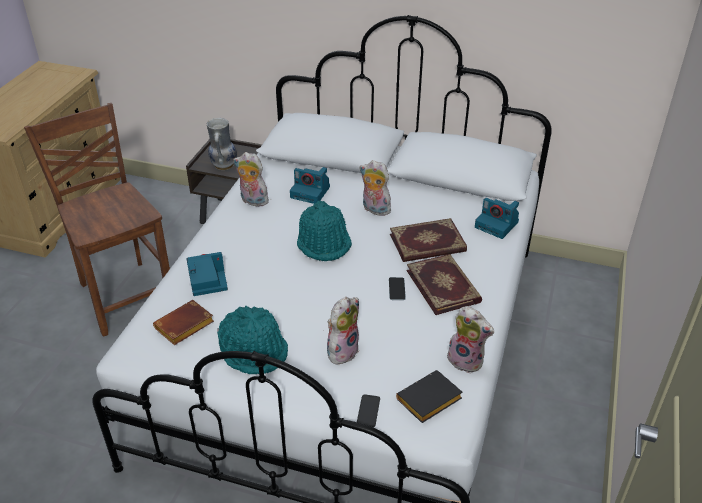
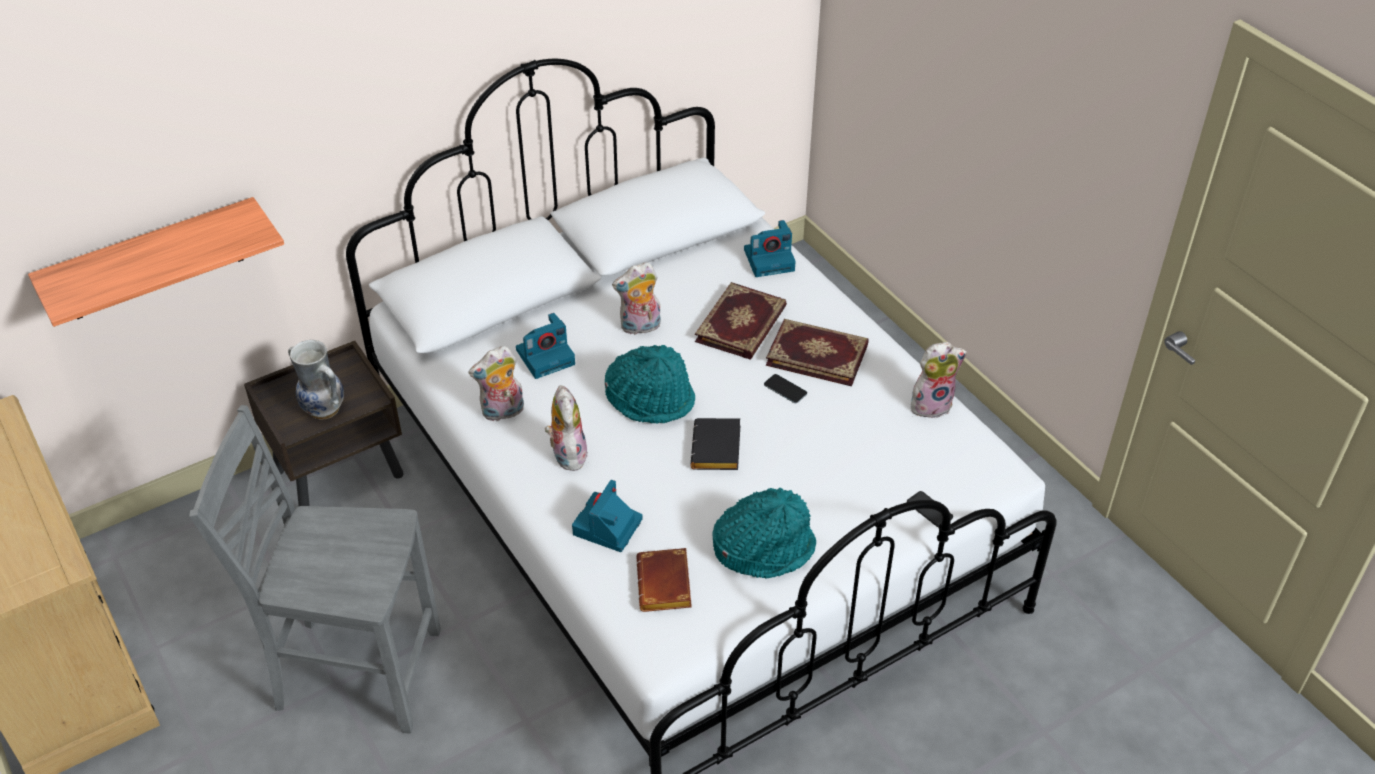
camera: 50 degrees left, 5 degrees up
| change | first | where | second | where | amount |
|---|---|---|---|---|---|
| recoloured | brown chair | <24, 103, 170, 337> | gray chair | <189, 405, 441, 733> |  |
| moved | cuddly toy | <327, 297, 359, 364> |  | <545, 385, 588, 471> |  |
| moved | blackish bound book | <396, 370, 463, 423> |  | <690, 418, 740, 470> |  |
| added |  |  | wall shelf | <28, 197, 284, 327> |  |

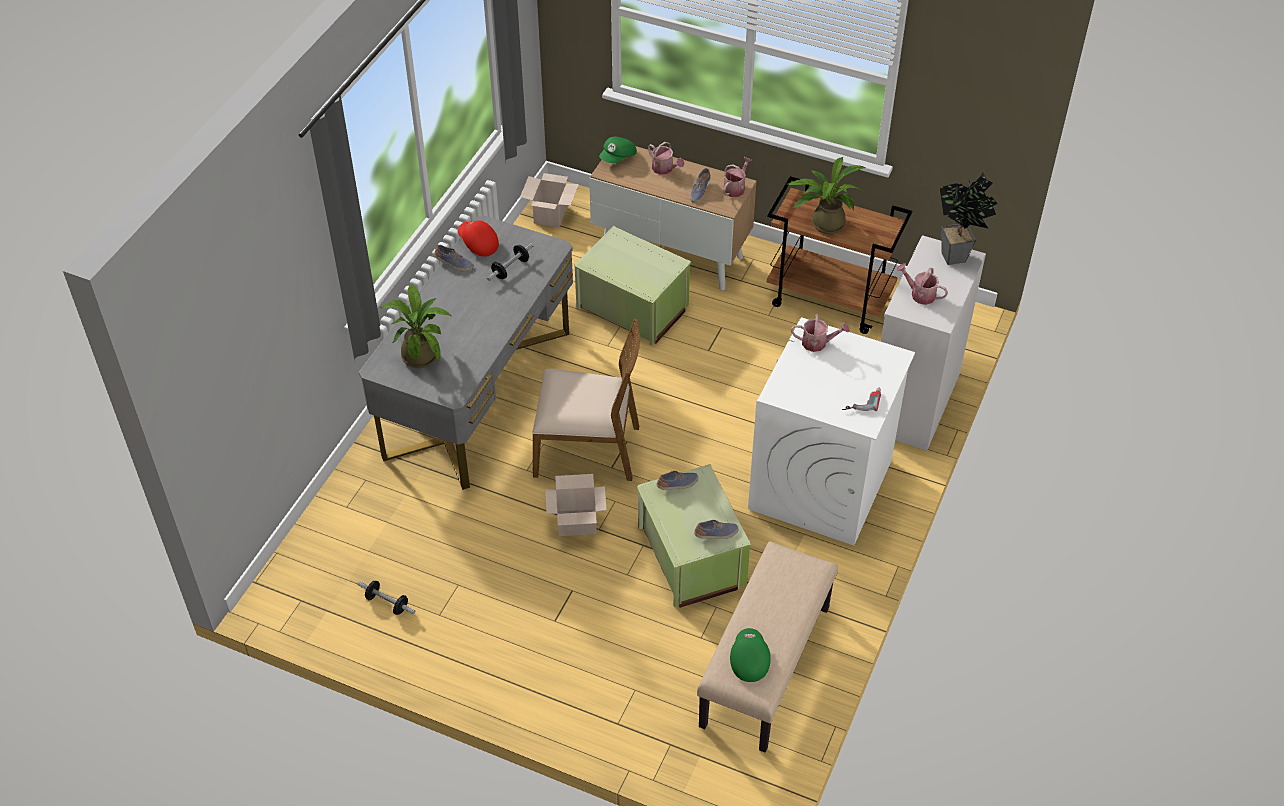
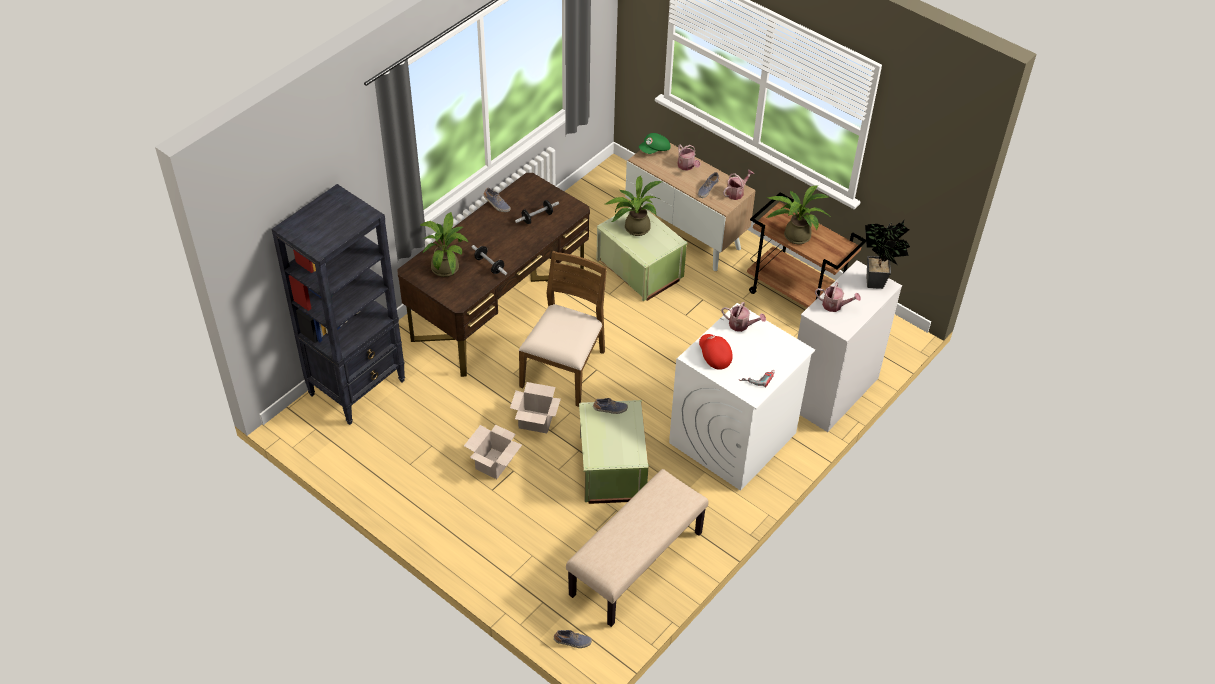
camera: 15 degrees right, 0 degrees up
| change | first | where | second | where | amount |
|---|---|---|---|---|---|
| moved | packing box | <520, 173, 579, 227> |  | <464, 425, 522, 479> |  |
| recoloured | gray desk table | <359, 215, 573, 490> | brown desk table | <397, 173, 590, 377> |  |
| moved | reddish peaked cap | <458, 220, 499, 257> |  | <699, 334, 733, 370> |  |
| turned | watering can | <896, 264, 948, 305> |  | <815, 282, 861, 312> | 150 degrees clockwise |
| turned | brown chair | <532, 318, 640, 481> |  | <519, 251, 607, 407> | 90 degrees counterclockwise |
| moved | item of footwear | <694, 520, 738, 539> |  | <554, 630, 592, 648> |  |
| moved | dumbbell | <357, 581, 416, 615> |  | <472, 245, 507, 275> |  |
| removed | greenish peaked cap | <730, 628, 771, 682> |  |  |  |
| added |  |  | plant in a pot | <605, 176, 662, 236> |  |
| added |  |  | blackish bookcase | <271, 184, 405, 425> |  |

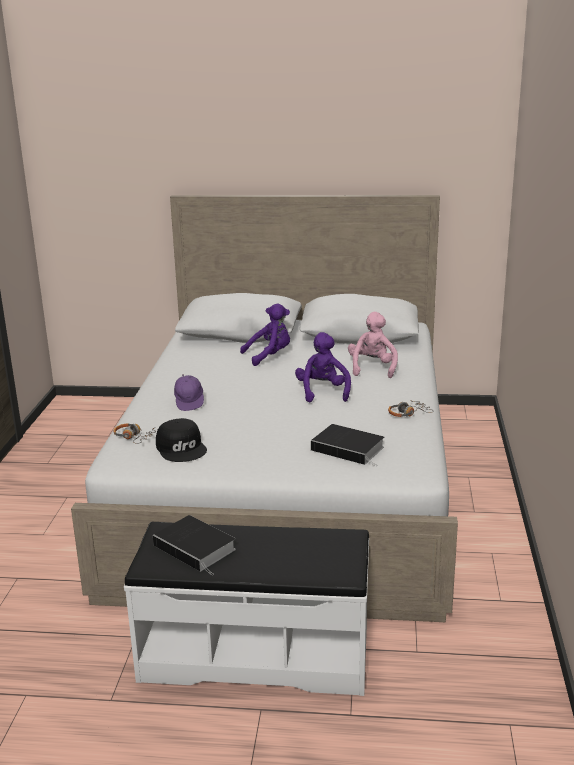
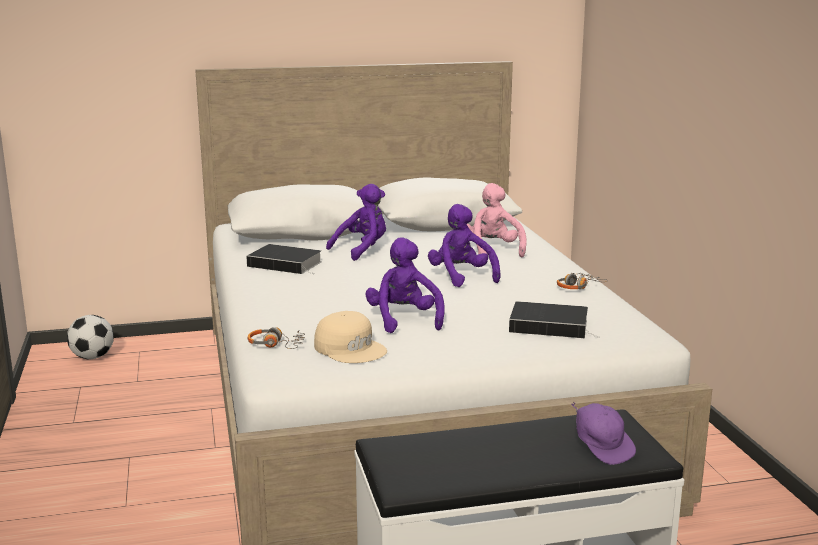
camera: 20 degrees left, 5 degrees down
| change | first | where | second | where | amount |
|---|---|---|---|---|---|
| moved | purplish peaked cap | <174, 374, 204, 411> |  | <571, 401, 636, 465> |  |
| recoloured | blackish peaked cap | <156, 418, 207, 462> | beige peaked cap | <314, 311, 387, 363> |  |
| moved | bound book | <153, 515, 236, 575> |  | <246, 244, 322, 274> |  |
| added |  |  | purplish cuddly toy | <365, 237, 444, 333> |  |
| added |  |  | football | <67, 315, 114, 359> |  |

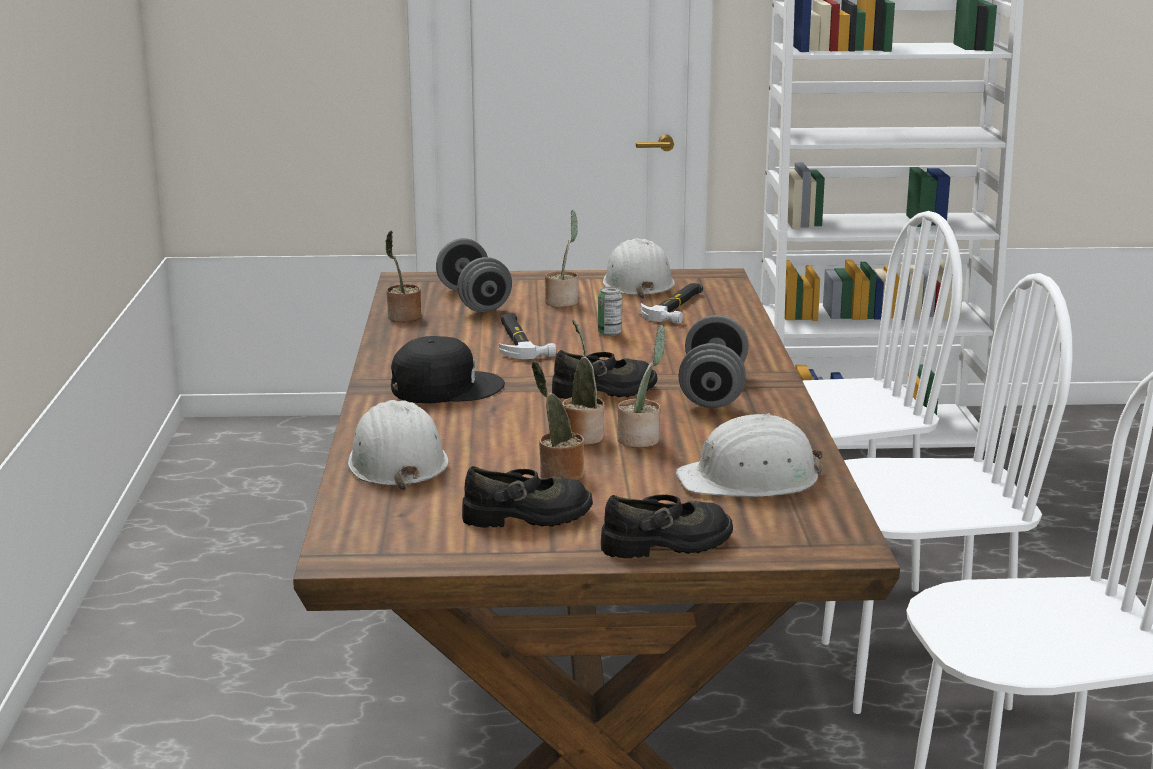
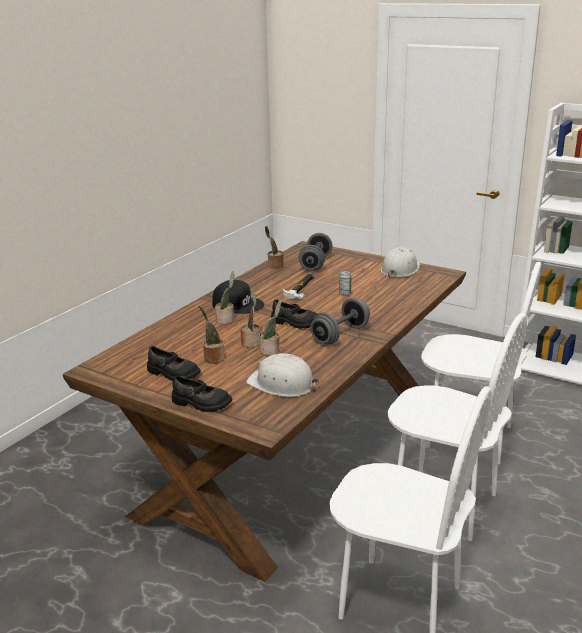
camera: 35 degrees right, 5 degrees up
| change | first | where | second | where | amount |
|---|---|---|---|---|---|
| moved | plant in a pot | <545, 210, 578, 307> |  | <215, 271, 235, 324> |  |
| removed | hand hammer | <641, 283, 703, 324> |  |  |  |
| removed | white-coloured safety helmet | <348, 400, 449, 490> |  |  |  |

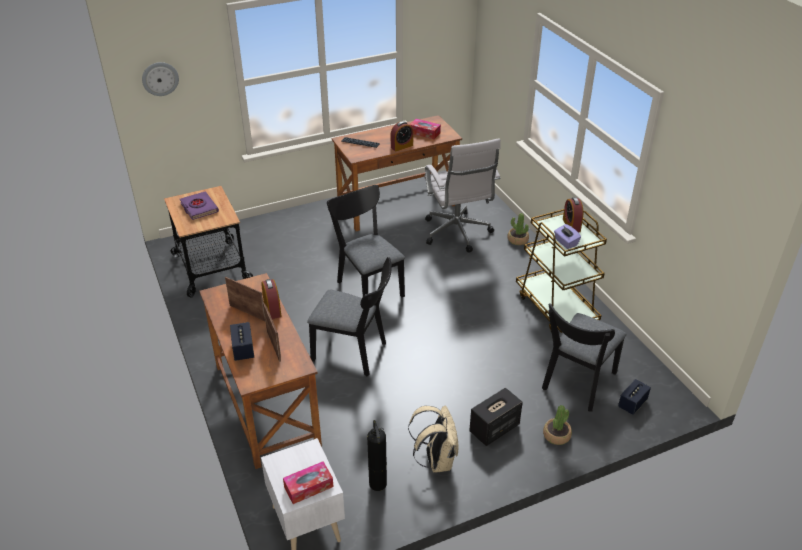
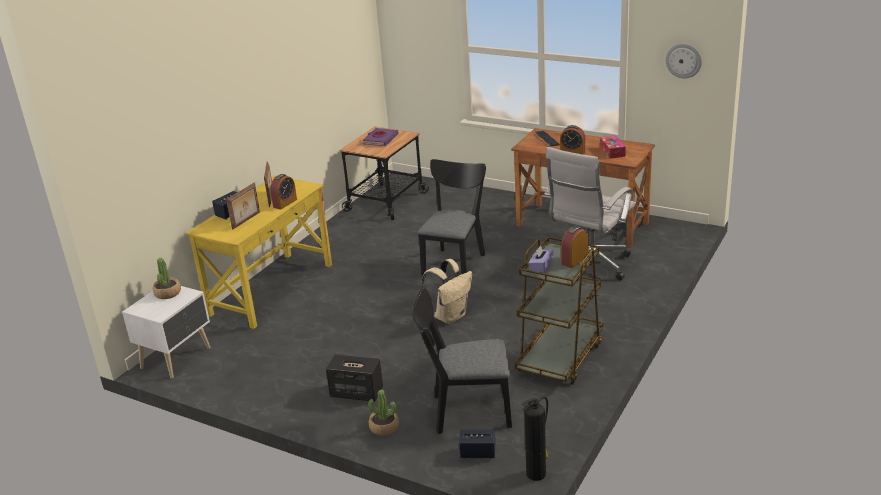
camera: 55 degrees right, 10 degrees down
| change | first | where | second | where | amount |
|---|---|---|---|---|---|
| moved | wall clock | <142, 62, 179, 96> |  | <666, 43, 702, 79> |  |
| moved | plant in a pot | <508, 213, 529, 245> |  | <153, 258, 181, 299> |  |
| removed | blackish chair | <307, 257, 392, 376> |  |  |  |
| recoloured | brown desk table | <199, 273, 322, 469> | yellowish desk table | <186, 176, 332, 329> |  |
| moved | beige backpack | <408, 406, 459, 472> |  | <421, 259, 472, 324> |  |
| moved | fire extinguisher | <367, 420, 387, 491> |  | <522, 396, 548, 481> |  |
| removed | tissue holder | <283, 461, 334, 504> |  |  |  |

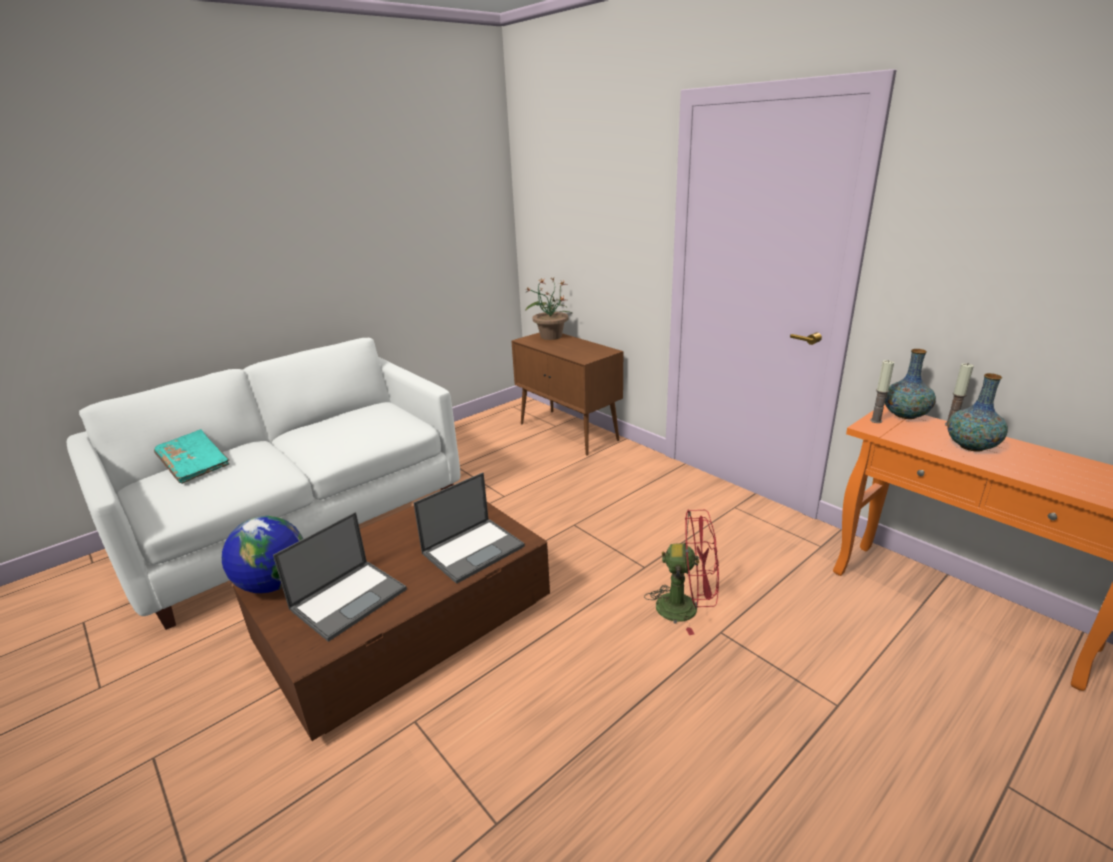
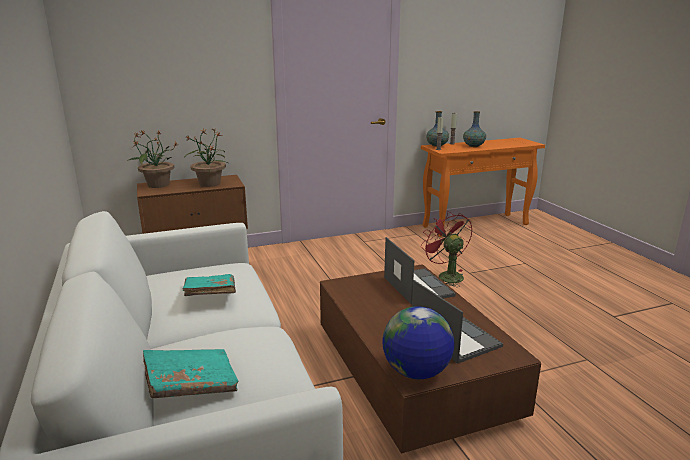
camera: 70 degrees left, 5 degrees down
| change | first | where | second | where | amount |
|---|---|---|---|---|---|
| turned | reddish fan | <644, 510, 719, 635> |  | <421, 211, 473, 287> | 60 degrees counterclockwise |
| added |  |  | plant in a pot | <184, 128, 229, 187> |  |
| added |  |  | turquoise bound book | <183, 274, 236, 296> |  |

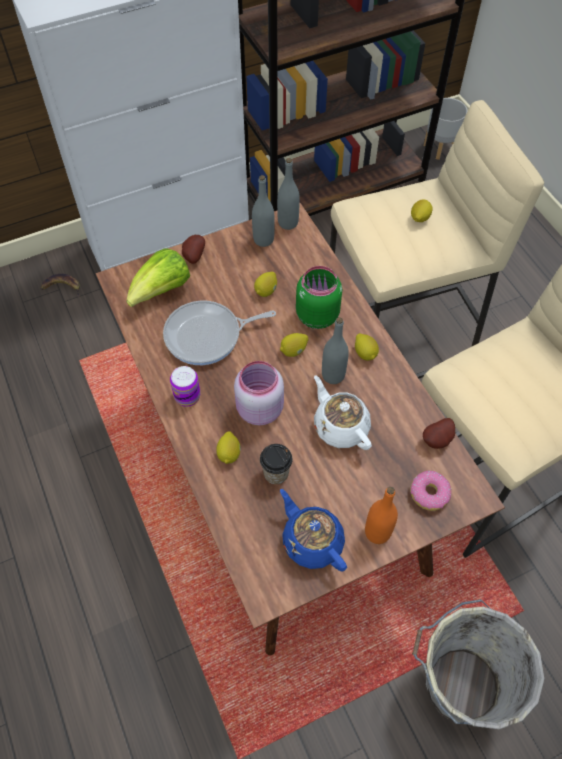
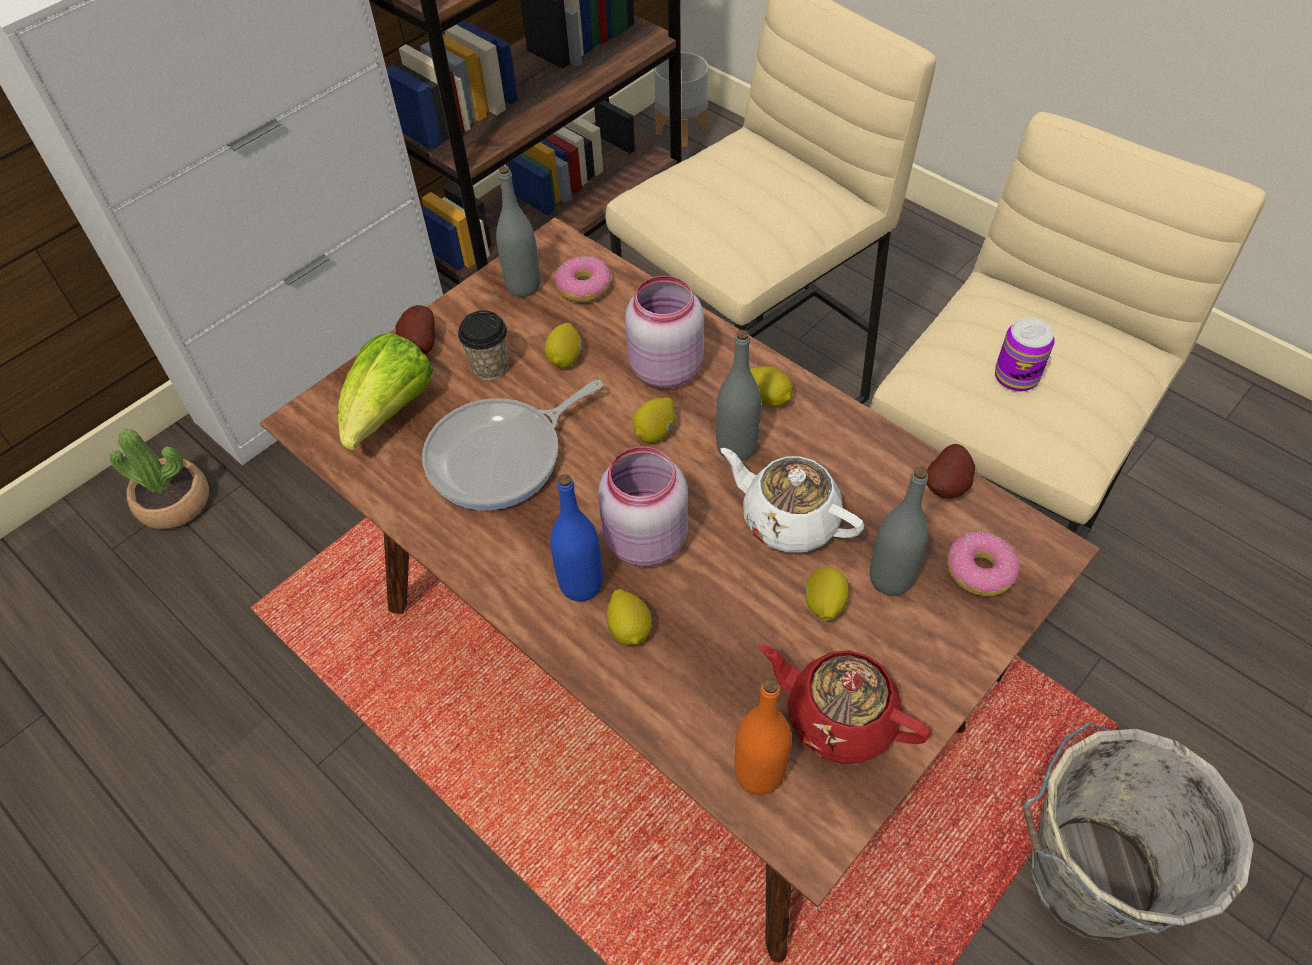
camera: 20 degrees left, 5 degrees down
| change | first | where | second | where | amount |
|---|---|---|---|---|---|
| moved | gray drink bottle | <277, 158, 300, 230> |  | <870, 467, 928, 596> |  |
| moved | citrus fruit | <411, 199, 433, 222> |  | <805, 567, 849, 621> |  |
| recoloured | greenish preserve jar | <296, 266, 342, 329> | pink-coloured preserve jar | <625, 276, 704, 388> |  |
| replaced | whole banana | <40, 274, 80, 298> | plant in a pot | <109, 429, 209, 529> |  |
| moved | sealed can | <170, 366, 200, 407> |  | <995, 318, 1055, 392> |  |
| moved | cup | <260, 444, 293, 484> |  | <458, 310, 508, 380> |  |
| moved | orange-coloured drink bottle | <365, 487, 398, 544> |  | <734, 678, 792, 795> |  |
| recoloured | bluish tea pot | <280, 489, 347, 572> | reddish tea pot | <759, 644, 931, 764> |  |
| added |  |  | donut | <555, 256, 611, 302> |  |
| added |  |  | bluish drink bottle | <550, 474, 603, 601> |  |

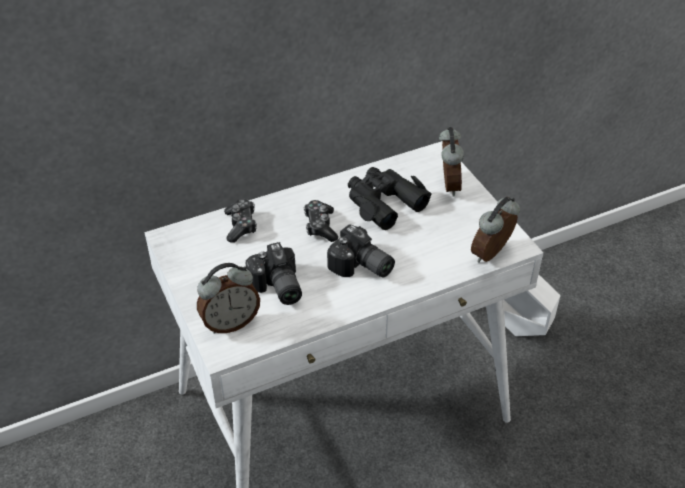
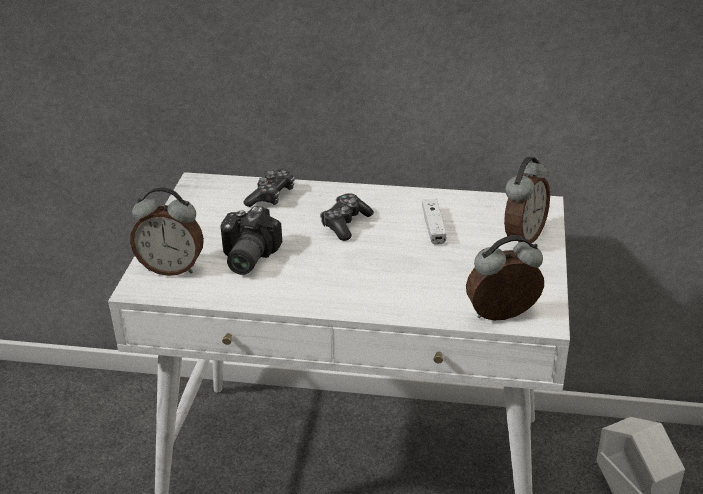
camera: 35 degrees right, 10 degrees down
| change | first | where | second | where | amount |
|---|---|---|---|---|---|
| replaced | blackish field glasses | <348, 167, 431, 230> | white-coloured gamepad | <422, 199, 447, 245> |  |
| removed | still camera | <327, 224, 395, 277> |  |  |  |

